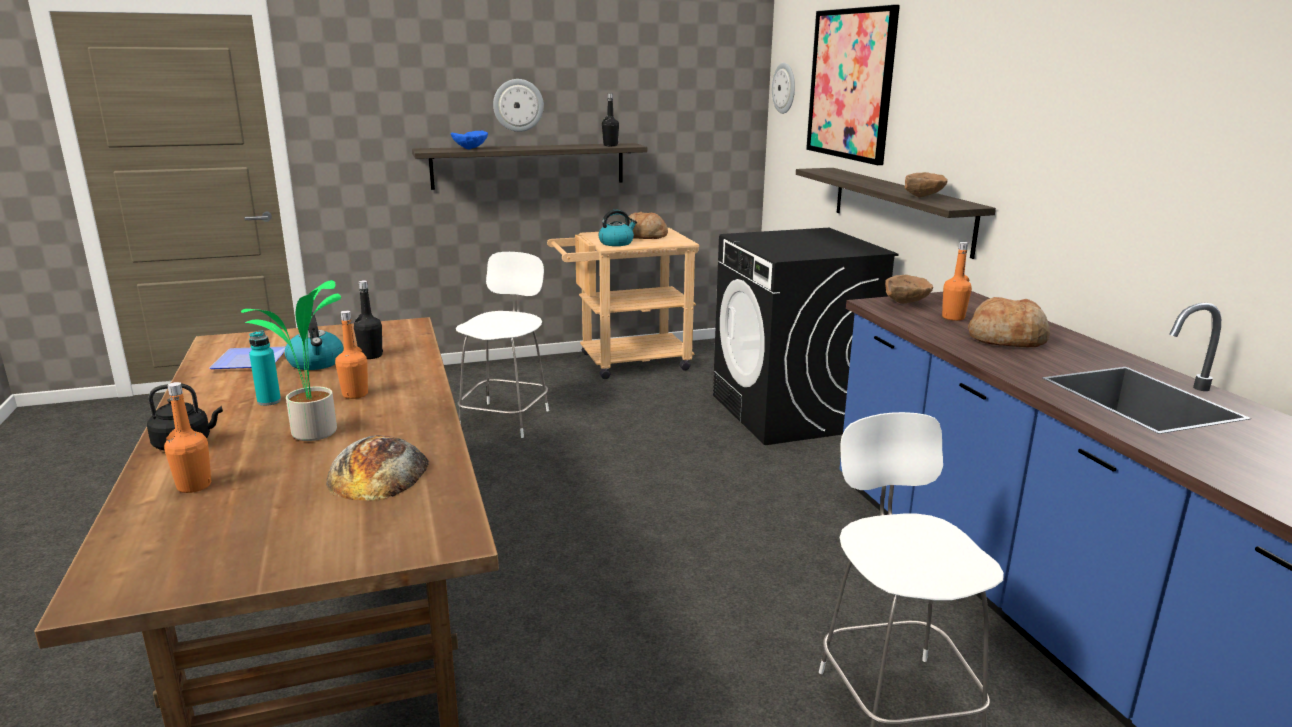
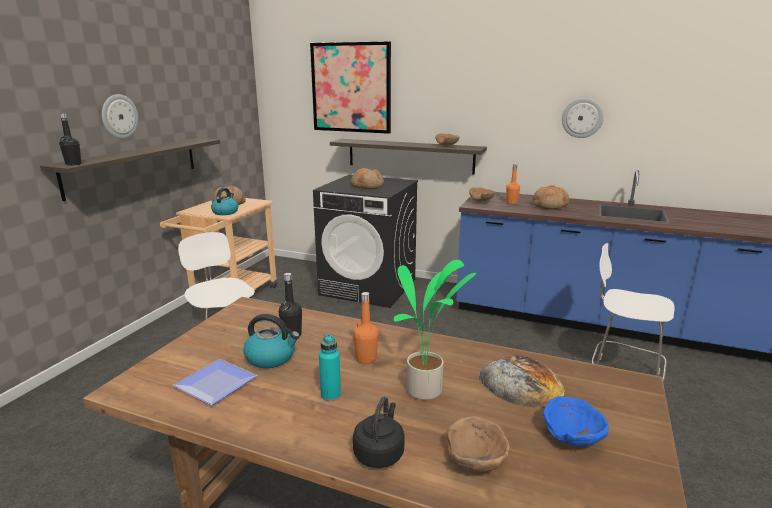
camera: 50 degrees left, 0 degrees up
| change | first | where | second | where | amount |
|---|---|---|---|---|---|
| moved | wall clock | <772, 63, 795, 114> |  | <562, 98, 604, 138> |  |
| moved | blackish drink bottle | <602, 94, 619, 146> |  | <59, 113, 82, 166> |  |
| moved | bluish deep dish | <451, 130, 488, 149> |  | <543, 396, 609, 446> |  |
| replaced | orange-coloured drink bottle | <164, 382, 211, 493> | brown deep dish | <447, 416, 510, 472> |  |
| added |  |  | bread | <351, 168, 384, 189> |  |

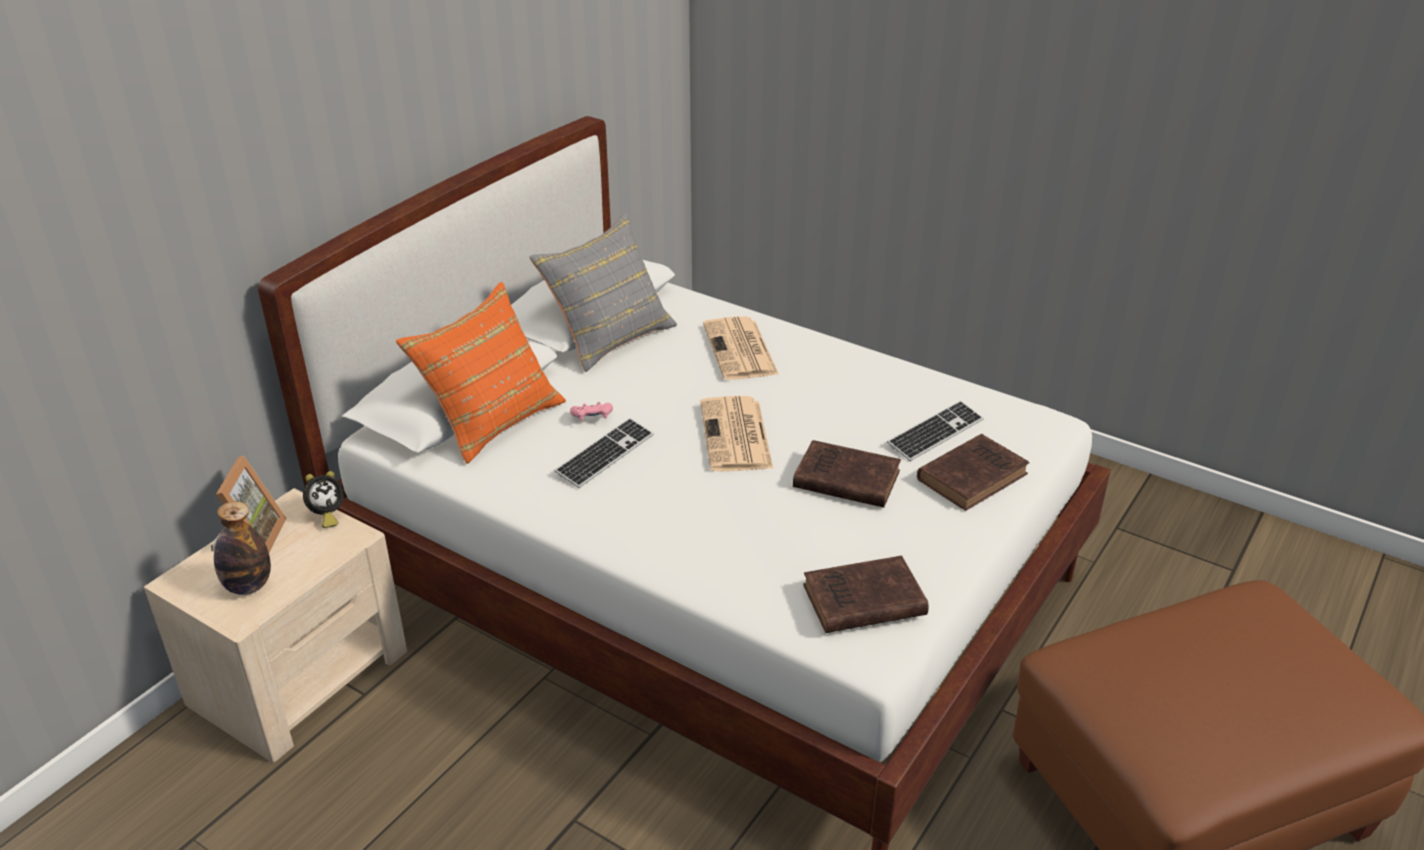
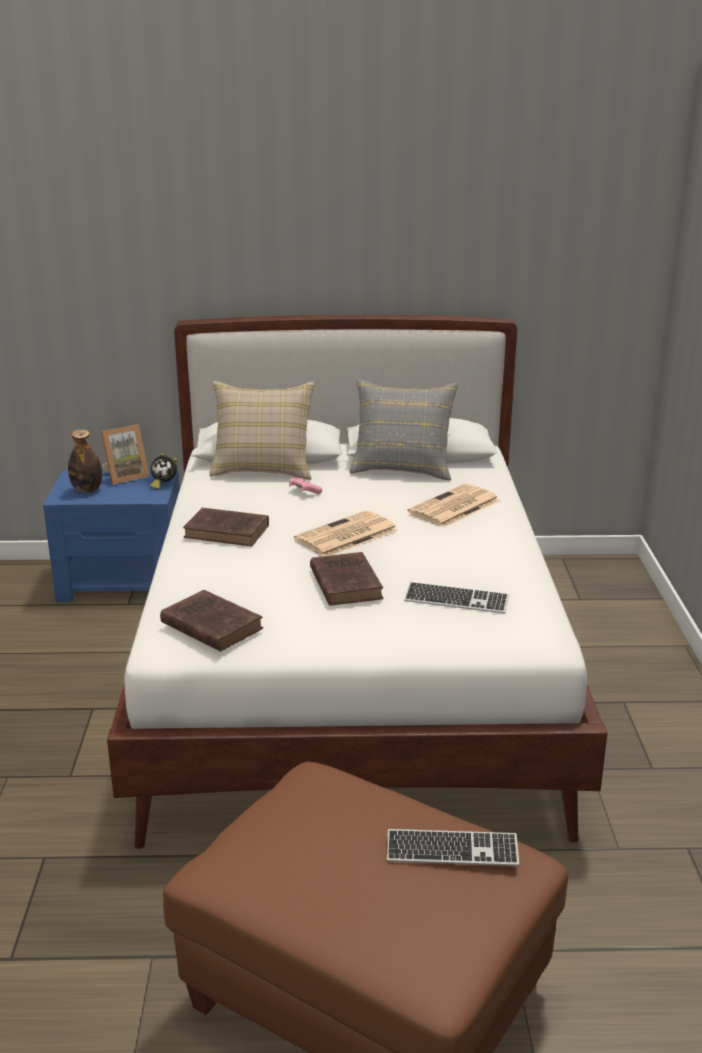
camera: 55 degrees right, 10 degrees down
| change | first | where | second | where | amount |
|---|---|---|---|---|---|
| recoloured | orange-coloured cushion | <396, 282, 566, 464> | beige cushion | <209, 381, 315, 480> |  |
| moved | computer keyboard | <554, 418, 654, 488> |  | <387, 829, 519, 866> |  |
| moved | brown bound book | <917, 434, 1029, 511> |  | <183, 508, 269, 546> |  |
| recoloured | beige night table | <144, 488, 407, 763> | bluish night table | <43, 469, 180, 602> |  |

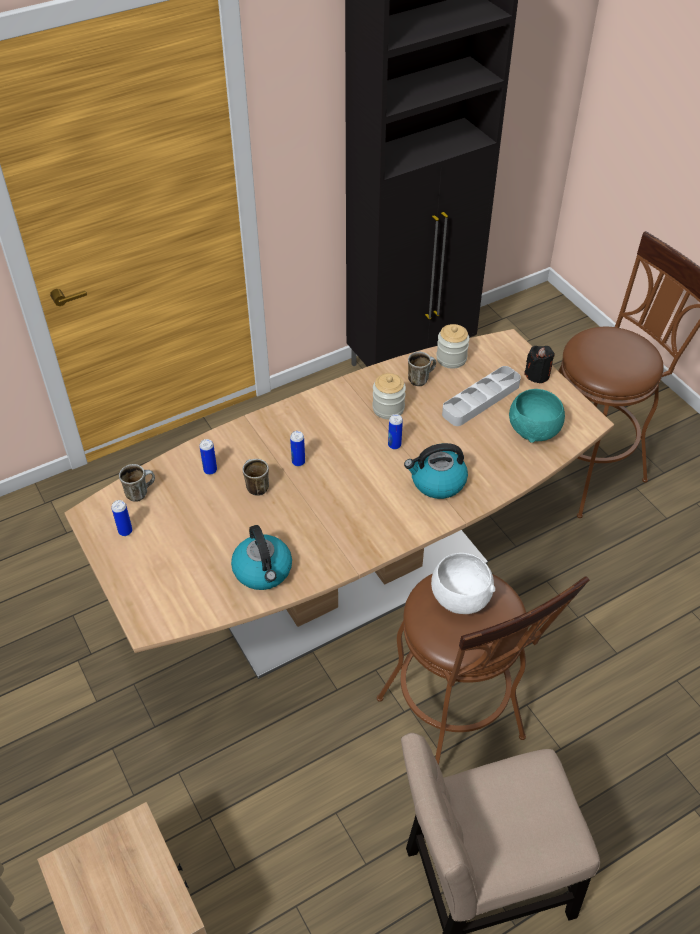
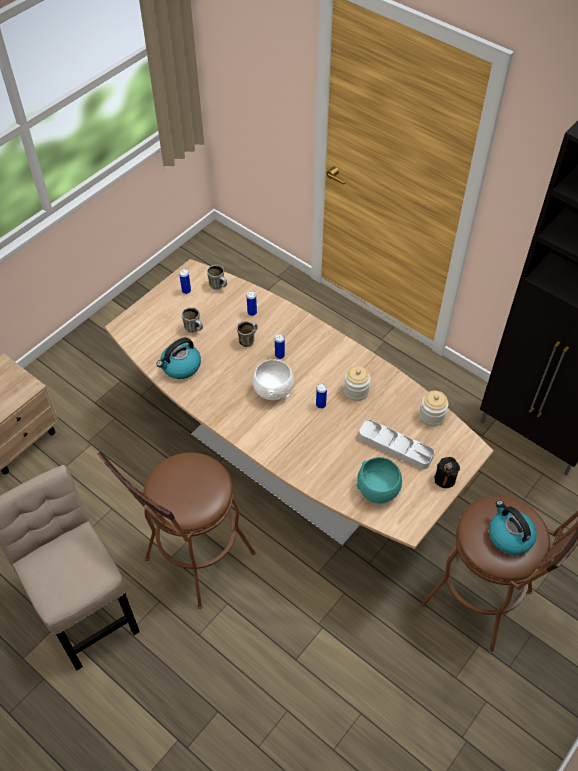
camera: 70 degrees right, 5 degrees up
| change | first | where | second | where | amount |
|---|---|---|---|---|---|
| moved | mug | <408, 352, 436, 386> |  | <182, 307, 203, 333> |  |
| moved | water kettle | <404, 443, 468, 499> |  | <489, 501, 536, 555> |  |
| moved | white-coloured deep dish | <431, 553, 495, 614> |  | <253, 360, 294, 400> |  |

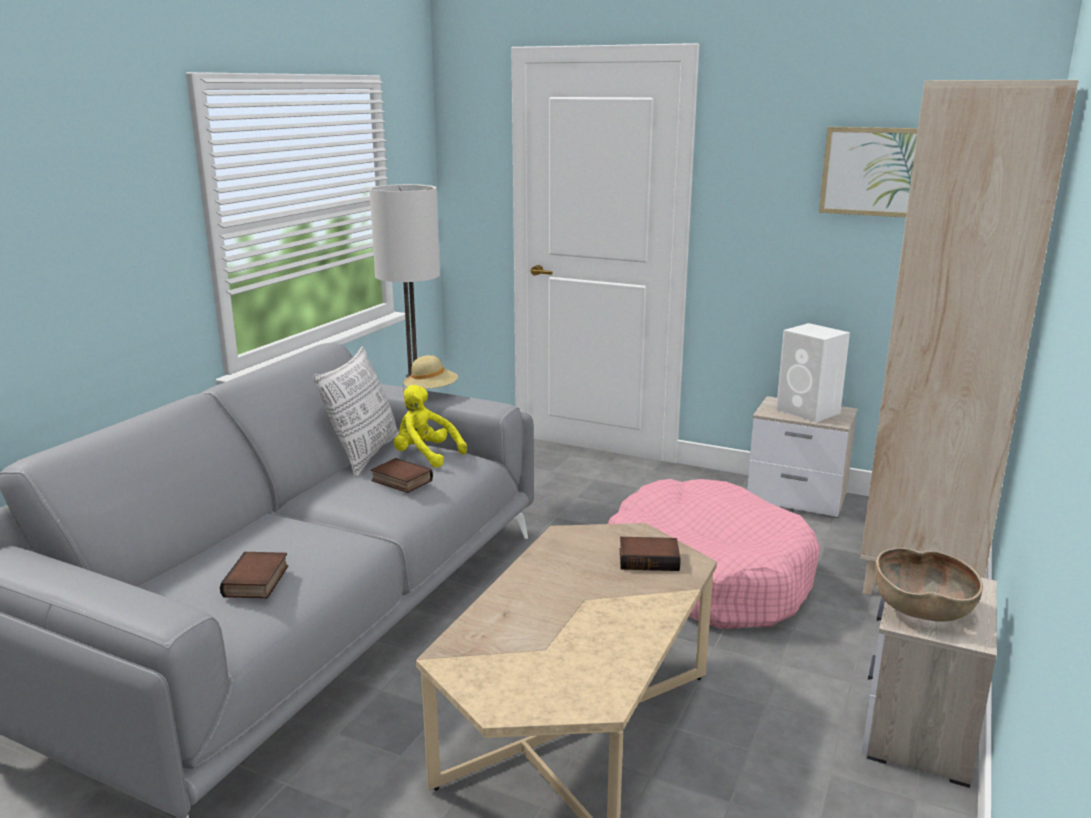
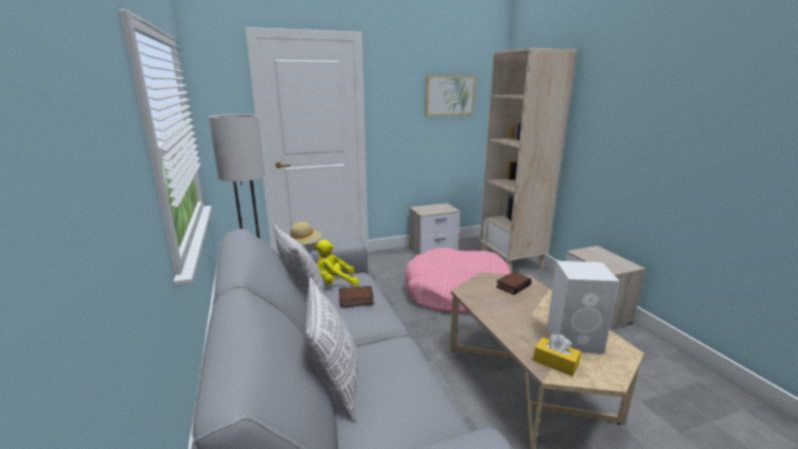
camera: 45 degrees left, 0 degrees up
| change | first | where | second | where | amount |
|---|---|---|---|---|---|
| moved | white-coloured speaker | <776, 323, 850, 422> |  | <547, 261, 620, 354> |  |
| removed | brown deep dish | <875, 548, 983, 622> |  |  |  |
| removed | bound book | <220, 552, 288, 599> |  |  |  |
| added |  |  | cushion | <304, 278, 359, 422> |  |
| added |  |  | yellowish tissue holder | <533, 334, 581, 377> |  |

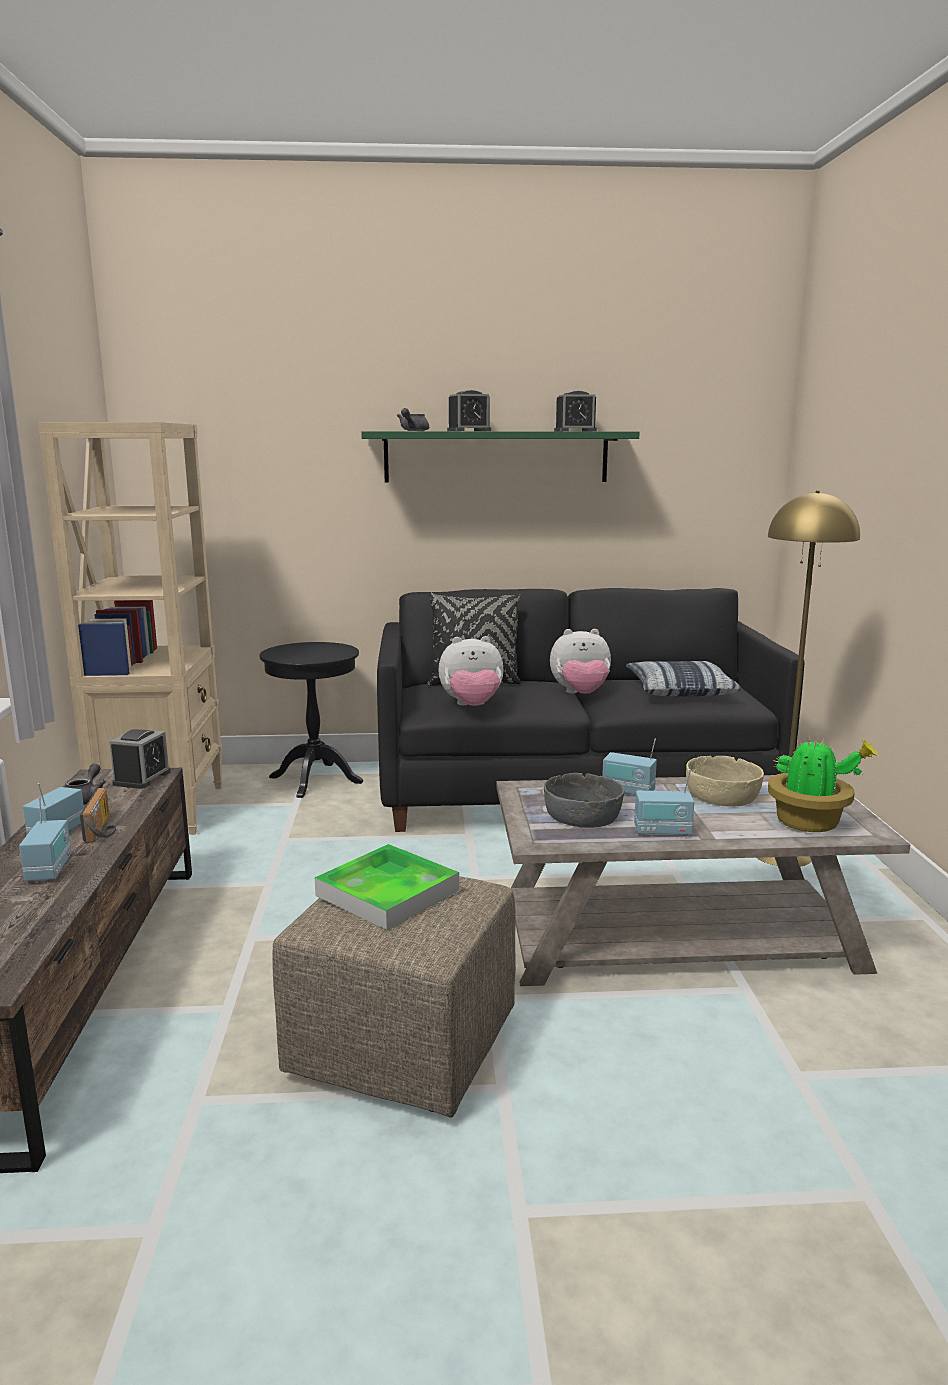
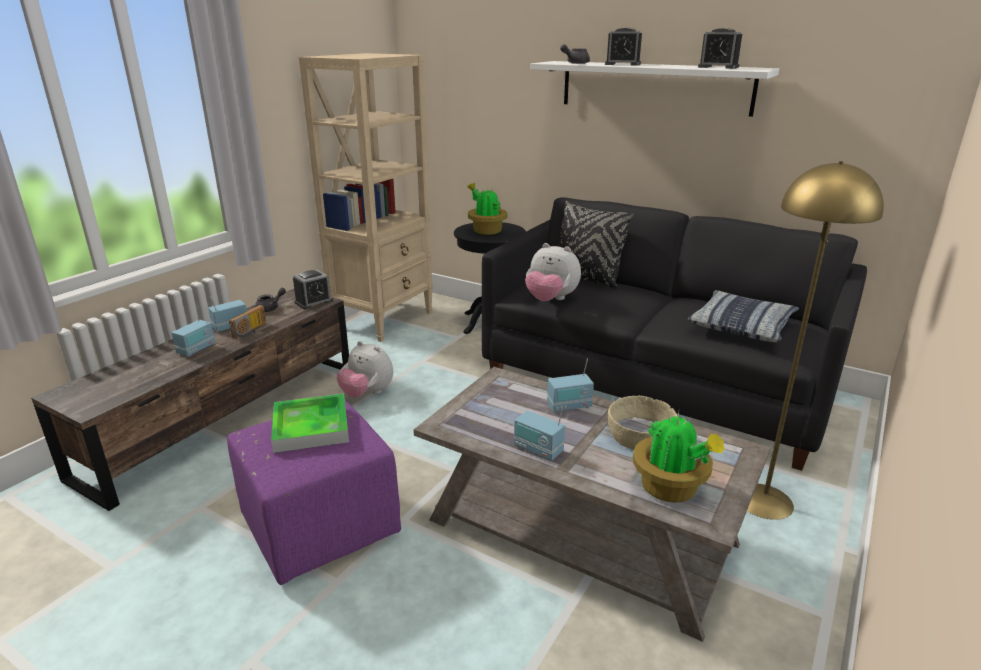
camera: 35 degrees right, 10 degrees up
| change | first | where | second | where | amount |
|---|---|---|---|---|---|
| recoloured | greenish wall shelf | <361, 431, 640, 483> | white-coloured wall shelf | <530, 61, 779, 117> |  |
| moved | cuddly toy | <550, 629, 611, 694> |  | <337, 341, 393, 398> |  |
| turned | radio receiver | <602, 738, 657, 795> |  | <547, 358, 594, 412> | 75 degrees counterclockwise |
| removed | gray deep dish | <544, 773, 624, 828> |  |  |  |
| recoloured | beige ottoman | <272, 876, 516, 1118> | purplish ottoman | <227, 401, 401, 585> |  |
| added |  |  | plant in a pot | <467, 183, 508, 235> |  |

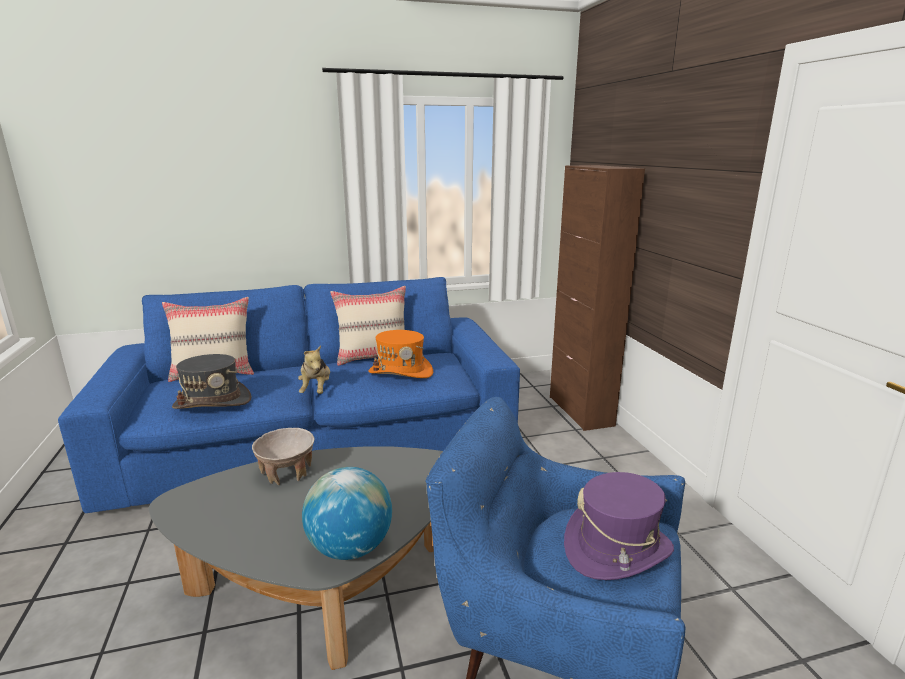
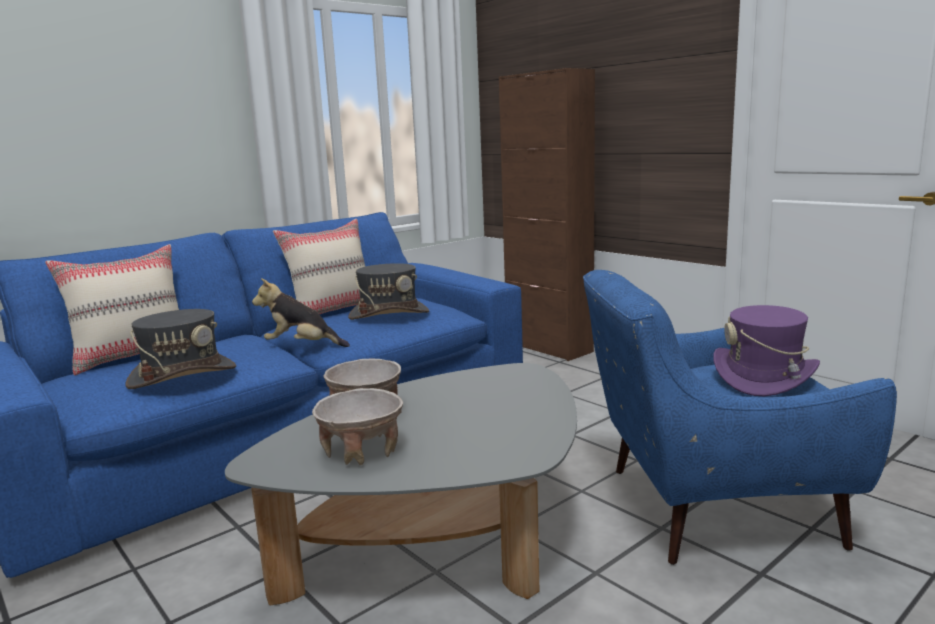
camera: 25 degrees left, 5 degrees down
| change | first | where | second | where | amount |
|---|---|---|---|---|---|
| recoloured | orange-coloured hat | <368, 330, 433, 378> | gray hat | <348, 263, 429, 320> |  |
| turned | cuddly toy | <298, 346, 330, 394> |  | <252, 278, 350, 347> | 135 degrees clockwise |
| removed | world globe | <302, 467, 392, 560> |  |  |  |
| added |  |  | beige deep dish | <312, 388, 403, 466> |  |

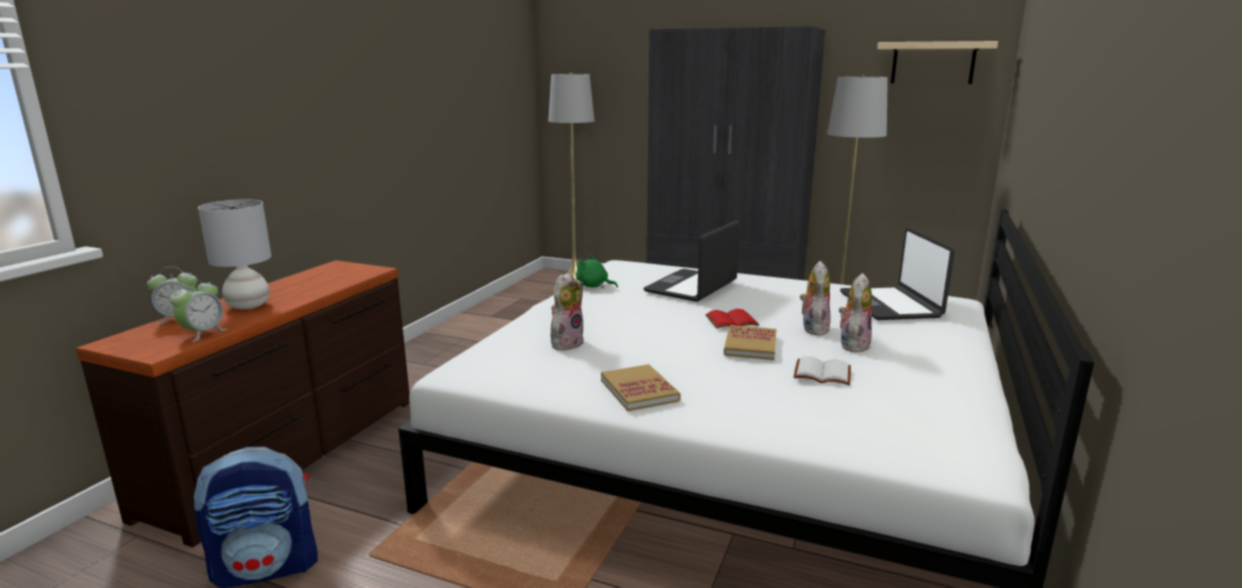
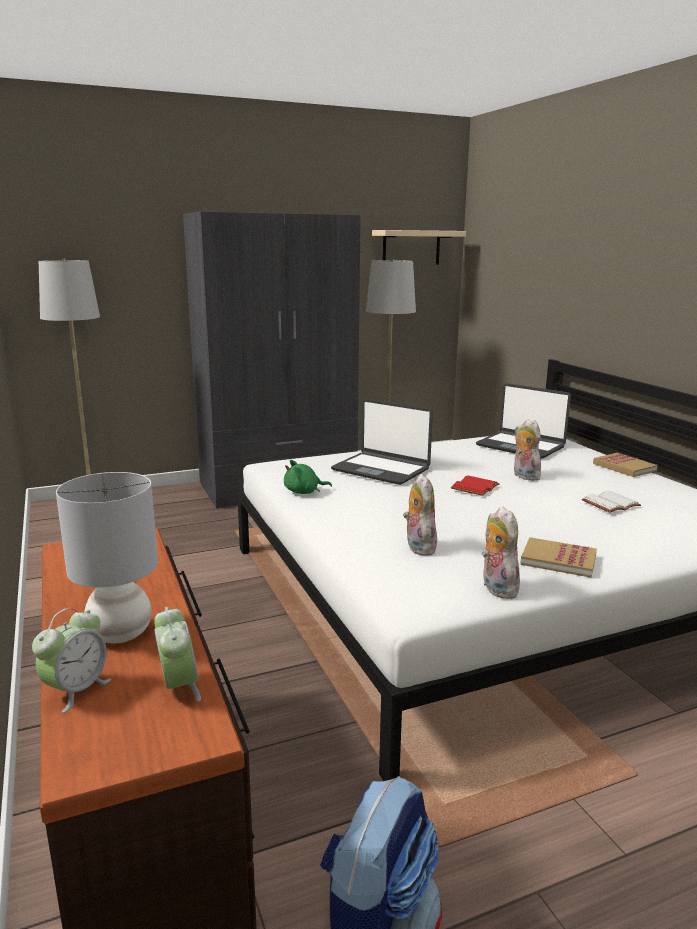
camera: 45 degrees left, 0 degrees up
| change | first | where | second | where | amount |
|---|---|---|---|---|---|
| turned | laptop | <644, 220, 740, 302> |  | <331, 399, 433, 485> | 45 degrees counterclockwise |
| moved | cuddly toy | <839, 273, 872, 352> |  | <482, 506, 520, 599> |  |
| moved | bound book | <724, 325, 777, 360> |  | <593, 453, 657, 477> |  |

